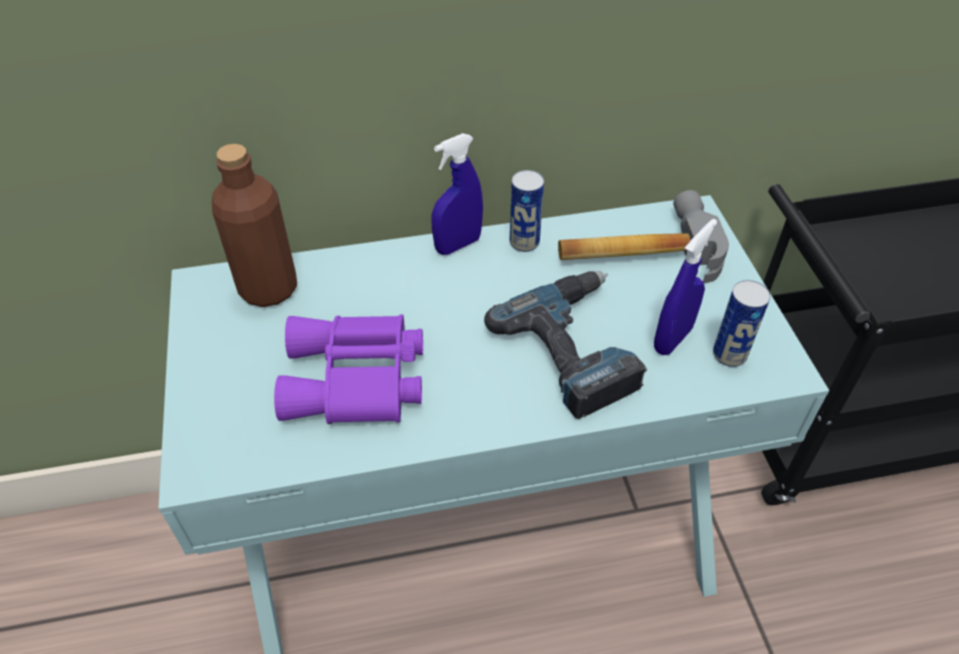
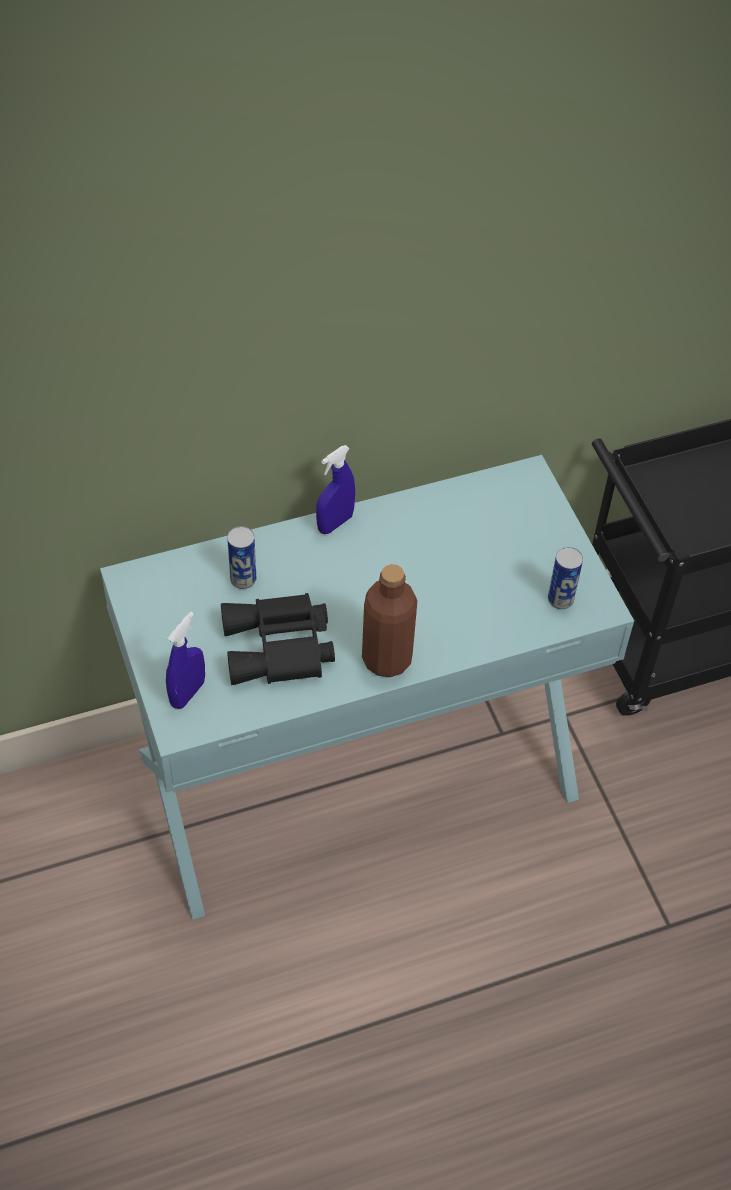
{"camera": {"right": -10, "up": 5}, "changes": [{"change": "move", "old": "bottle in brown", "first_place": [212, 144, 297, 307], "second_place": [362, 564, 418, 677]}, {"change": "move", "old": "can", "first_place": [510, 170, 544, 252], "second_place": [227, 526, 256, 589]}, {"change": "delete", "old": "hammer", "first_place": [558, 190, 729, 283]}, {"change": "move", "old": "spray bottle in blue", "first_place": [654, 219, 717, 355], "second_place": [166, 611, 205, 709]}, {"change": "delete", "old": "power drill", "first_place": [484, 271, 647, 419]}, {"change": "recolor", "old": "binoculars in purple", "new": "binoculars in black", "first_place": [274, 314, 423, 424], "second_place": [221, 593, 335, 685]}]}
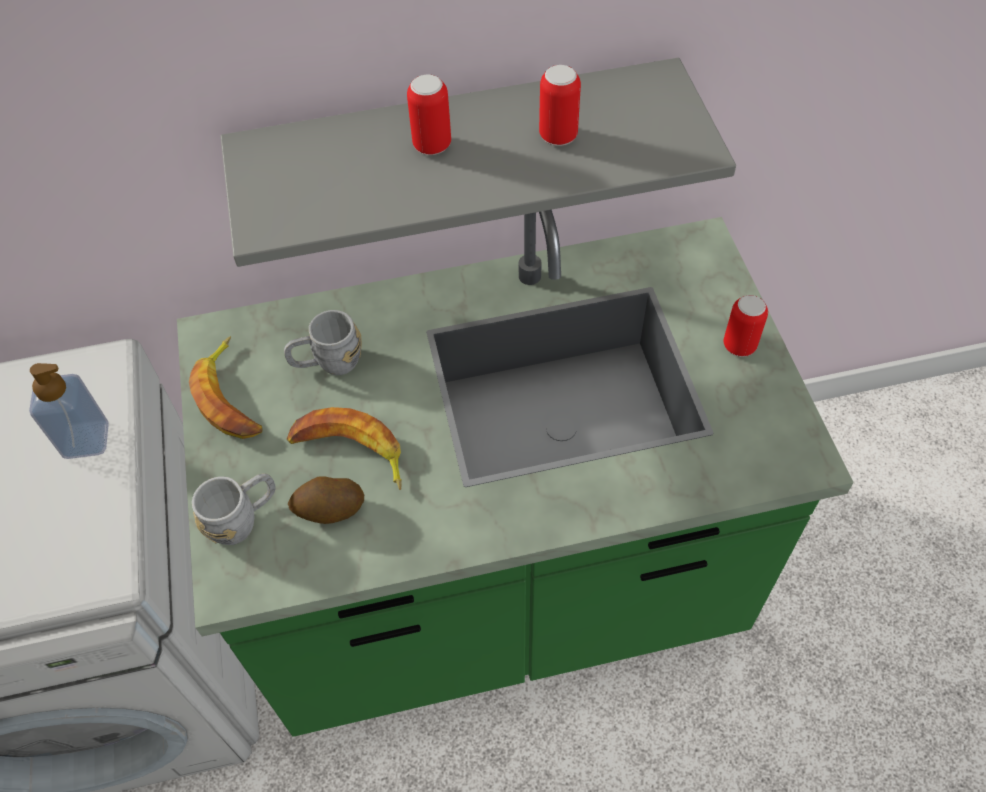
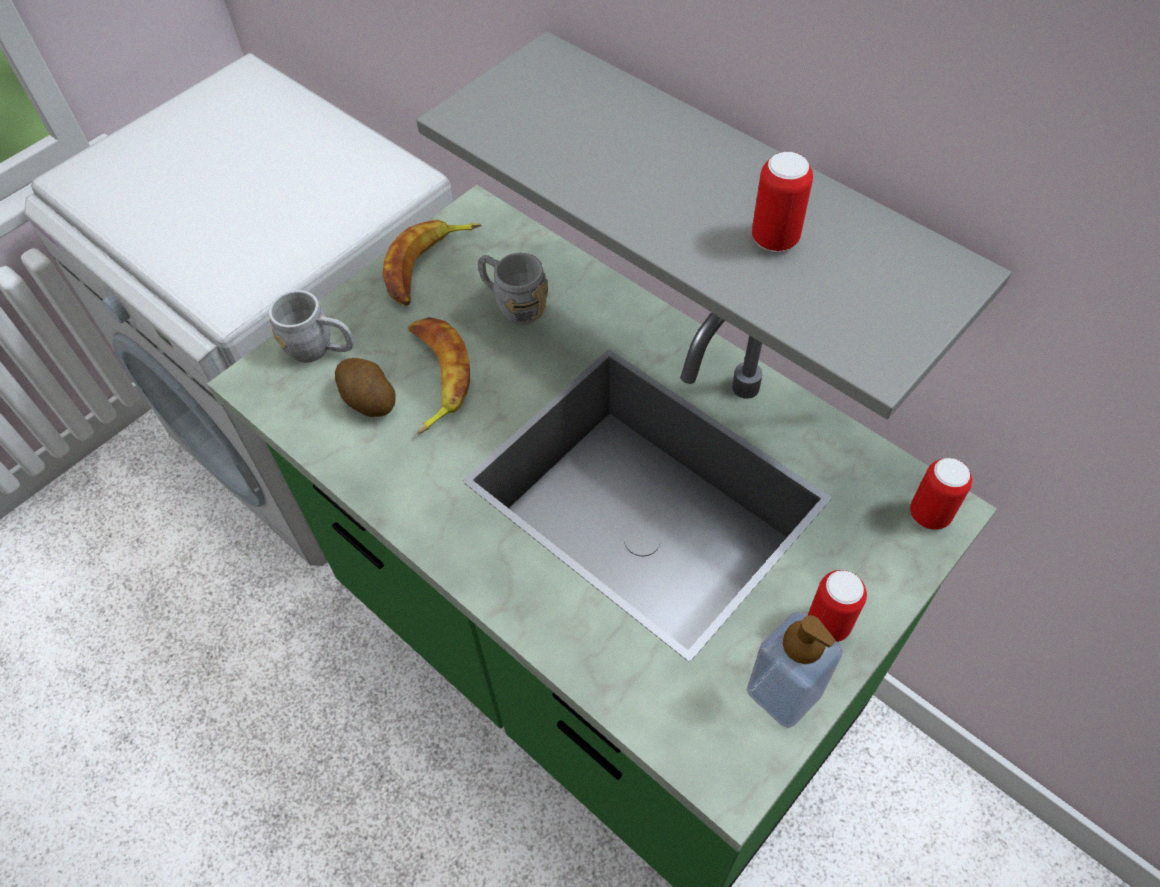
{"camera": {"right": 55, "up": 0}, "changes": [{"change": "move", "old": "can", "first_place": [407, 75, 451, 155], "second_place": [910, 458, 972, 530]}, {"change": "move", "old": "soap dispenser", "first_place": [29, 363, 109, 459], "second_place": [747, 612, 843, 728]}]}
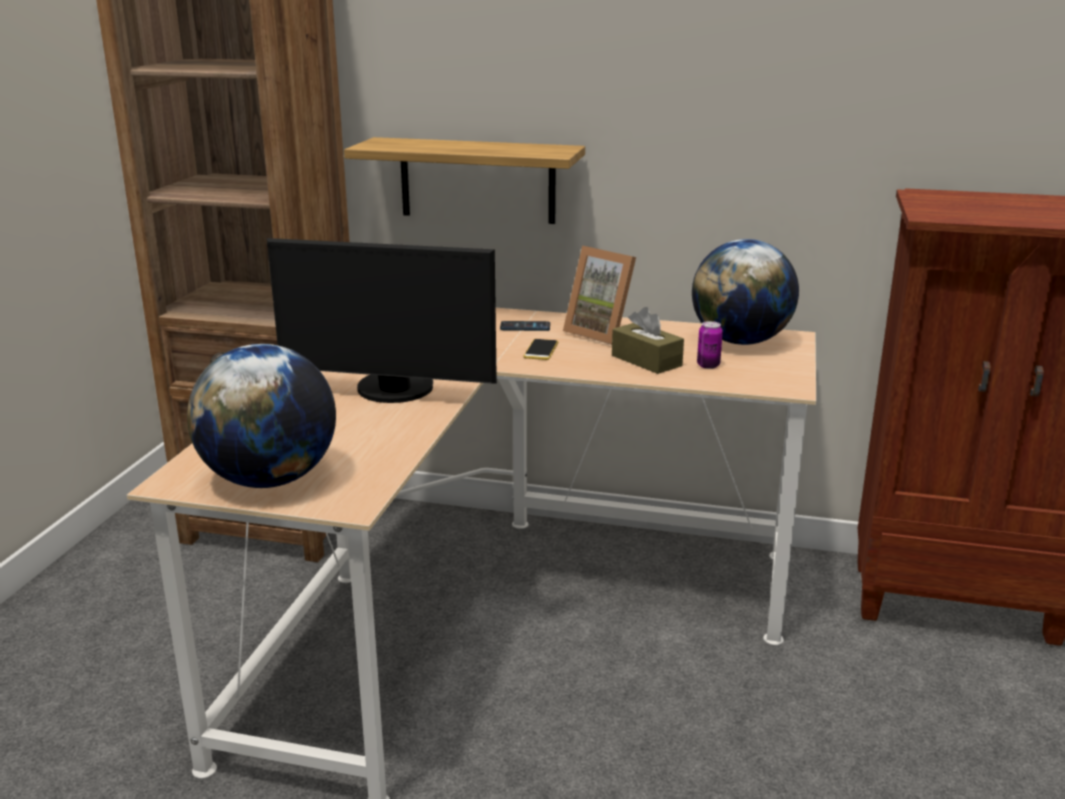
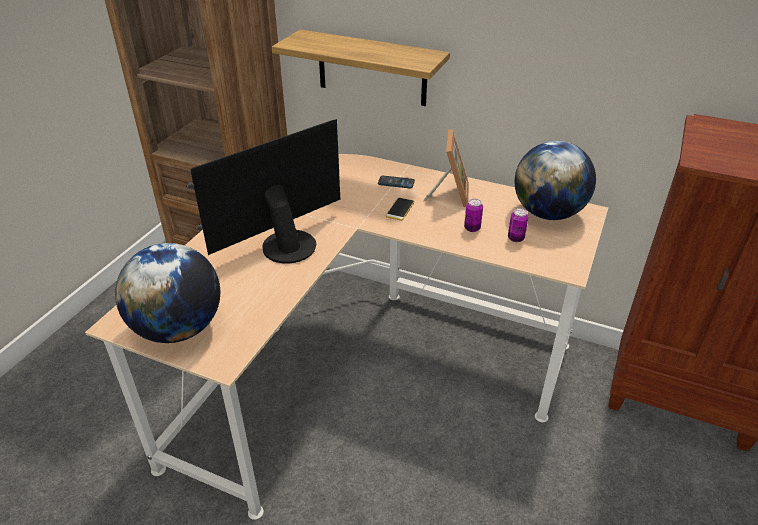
{"camera": {"right": 10, "up": 15}, "changes": [{"change": "rotate", "old": "monitor", "first_place": [267, 238, 497, 403], "second_place": [190, 119, 340, 263], "degrees": 120}, {"change": "rotate", "old": "picture frame", "first_place": [563, 246, 636, 345], "second_place": [423, 129, 469, 207], "degrees": -135}, {"change": "replace", "old": "tissue box in brown", "new": "can", "first_place": [612, 307, 684, 374], "second_place": [464, 199, 483, 232]}]}
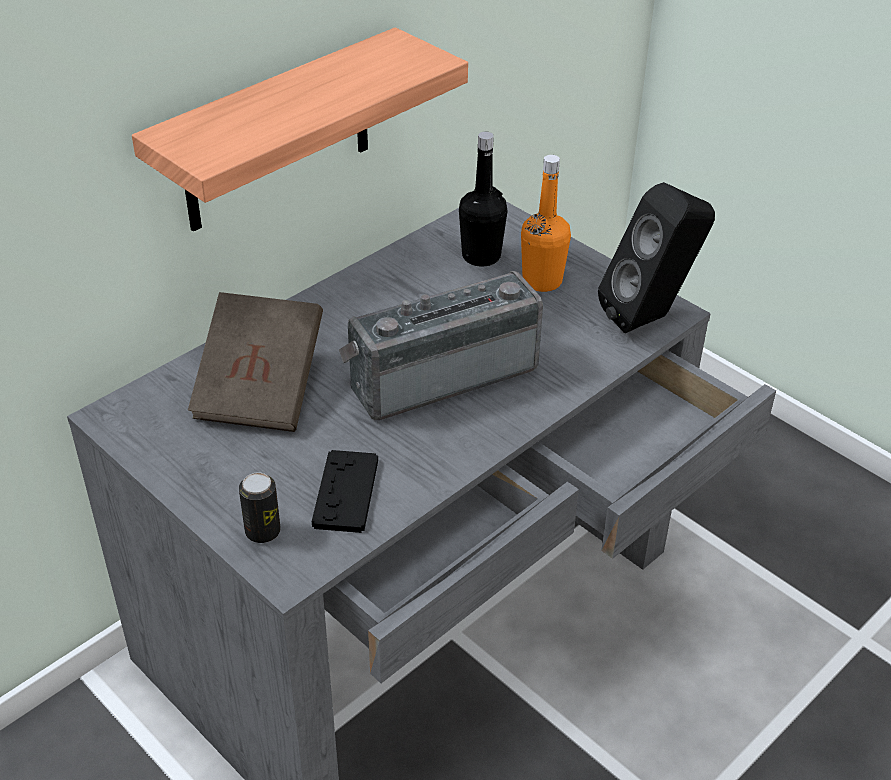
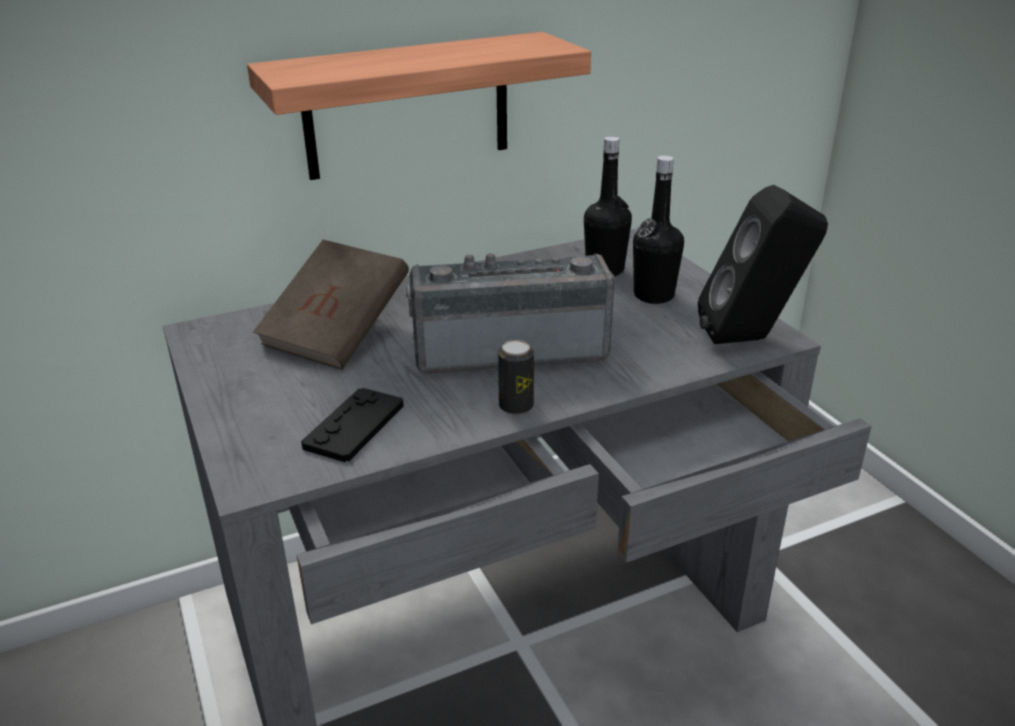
{"camera": {"right": 20, "up": -10}, "changes": [{"change": "recolor", "old": "bottle in orange", "new": "bottle in black", "first_place": [521, 155, 571, 292], "second_place": [633, 156, 684, 304]}, {"change": "move", "old": "can", "first_place": [239, 472, 281, 543], "second_place": [498, 340, 534, 415]}]}
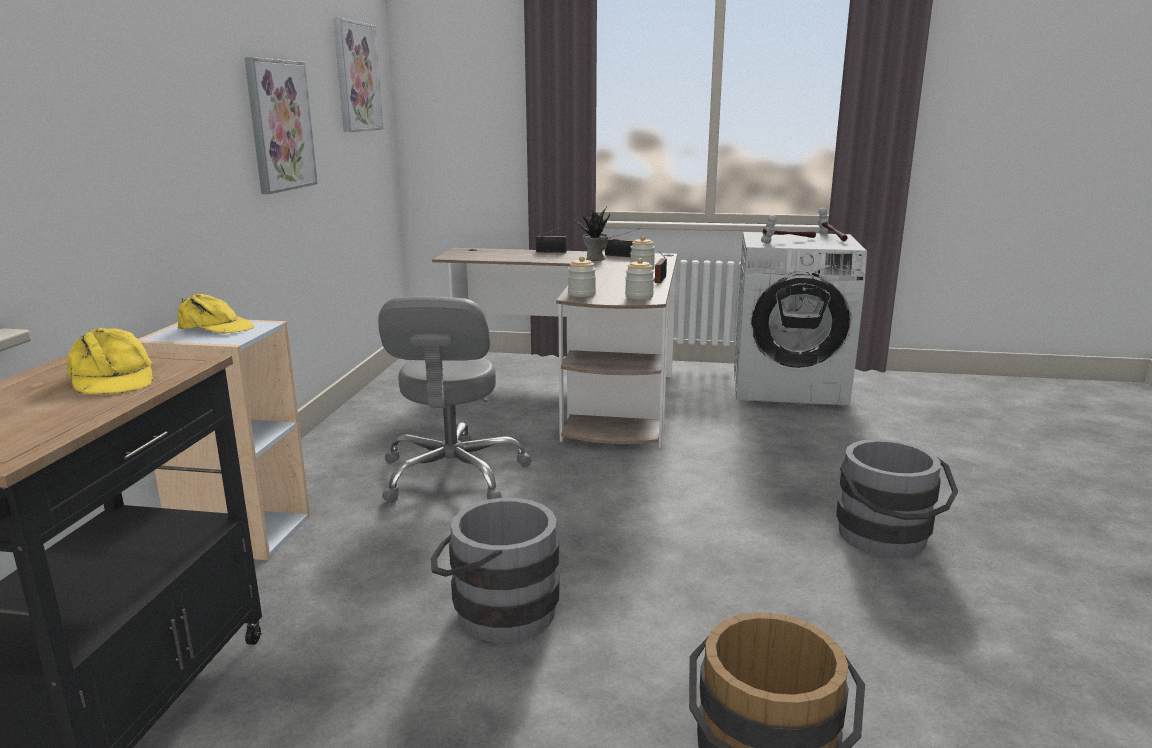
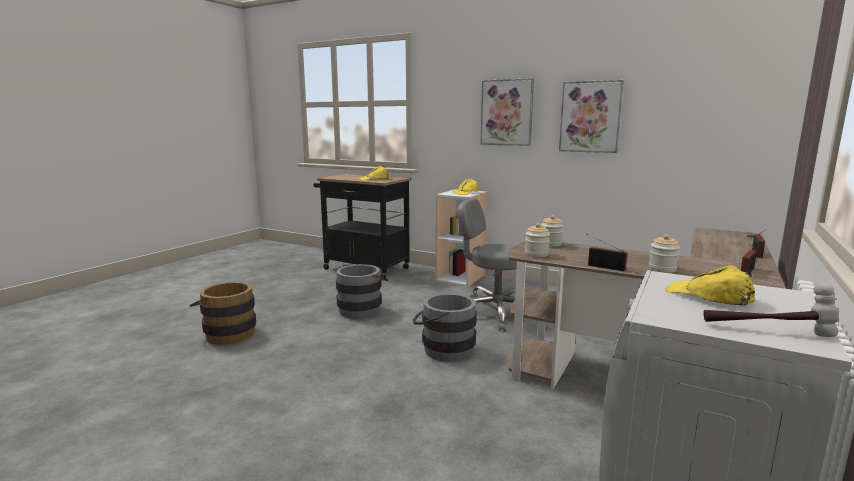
{"camera": {"right": 110, "up": -5}, "changes": [{"change": "move", "old": "picture", "first_place": [333, 18, 383, 132], "second_place": [480, 78, 534, 146]}, {"change": "delete", "old": "potted plant", "first_place": [576, 205, 610, 261]}, {"change": "replace", "old": "hammer", "new": "cap in yellow", "first_place": [761, 215, 816, 243], "second_place": [665, 265, 755, 306]}, {"change": "move", "old": "bucket in grey", "first_place": [836, 439, 958, 558], "second_place": [413, 293, 477, 362]}]}
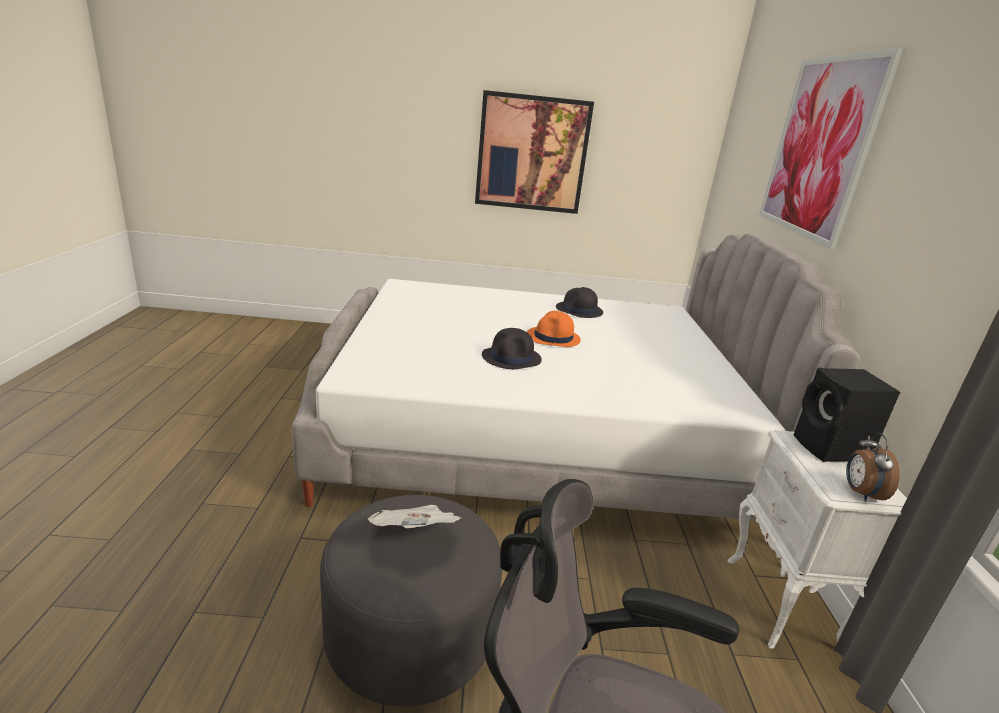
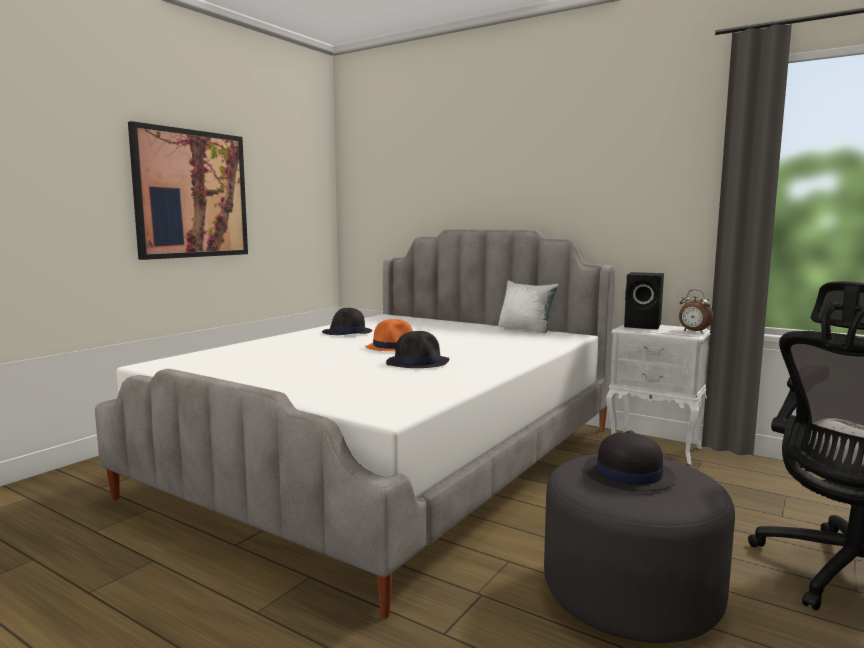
{"camera": {"right": -55, "up": -15}, "changes": [{"change": "delete", "old": "picture", "first_place": [759, 48, 904, 249]}, {"change": "replace", "old": "newspaper", "new": "hat in black", "first_place": [368, 505, 461, 528], "second_place": [584, 430, 676, 491]}, {"change": "insert", "new": "pillow in white", "second_place": [498, 281, 559, 334]}]}
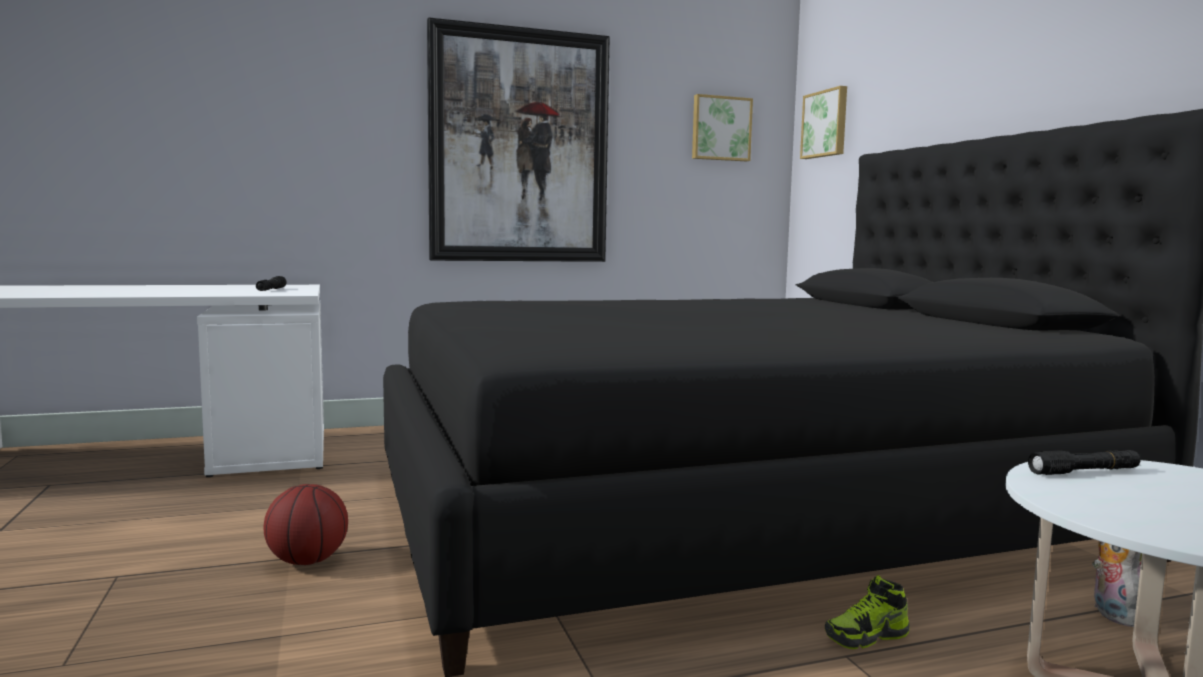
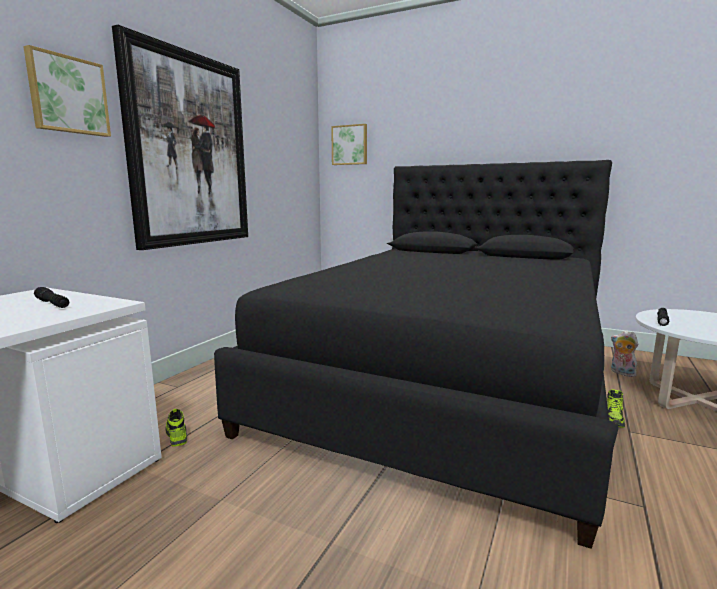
{"camera": {"right": -45, "up": 5}, "changes": [{"change": "move", "old": "picture", "first_place": [692, 94, 753, 161], "second_place": [23, 45, 111, 137]}, {"change": "delete", "old": "basketball", "first_place": [264, 484, 348, 565]}, {"change": "insert", "new": "shoe", "second_place": [165, 409, 187, 447]}]}
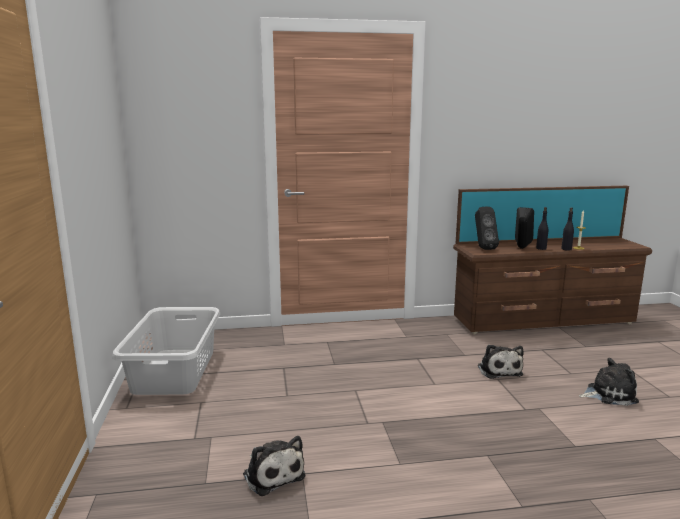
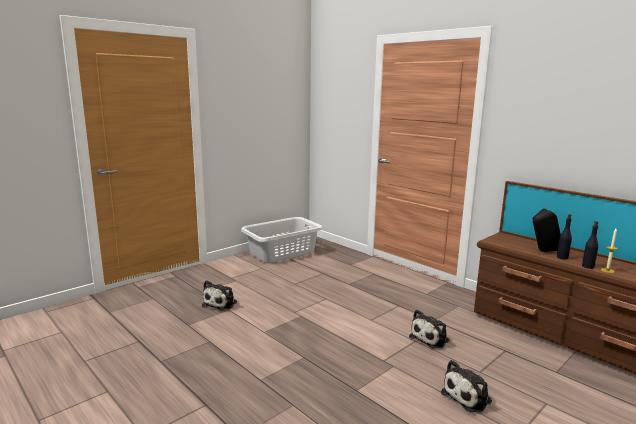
{"camera": {"right": 55, "up": 0}, "changes": [{"change": "delete", "old": "speaker in black", "first_place": [475, 207, 499, 250]}, {"change": "rotate", "old": "plush toy", "first_place": [579, 358, 639, 406], "second_place": [441, 360, 492, 413], "degrees": 90}]}
